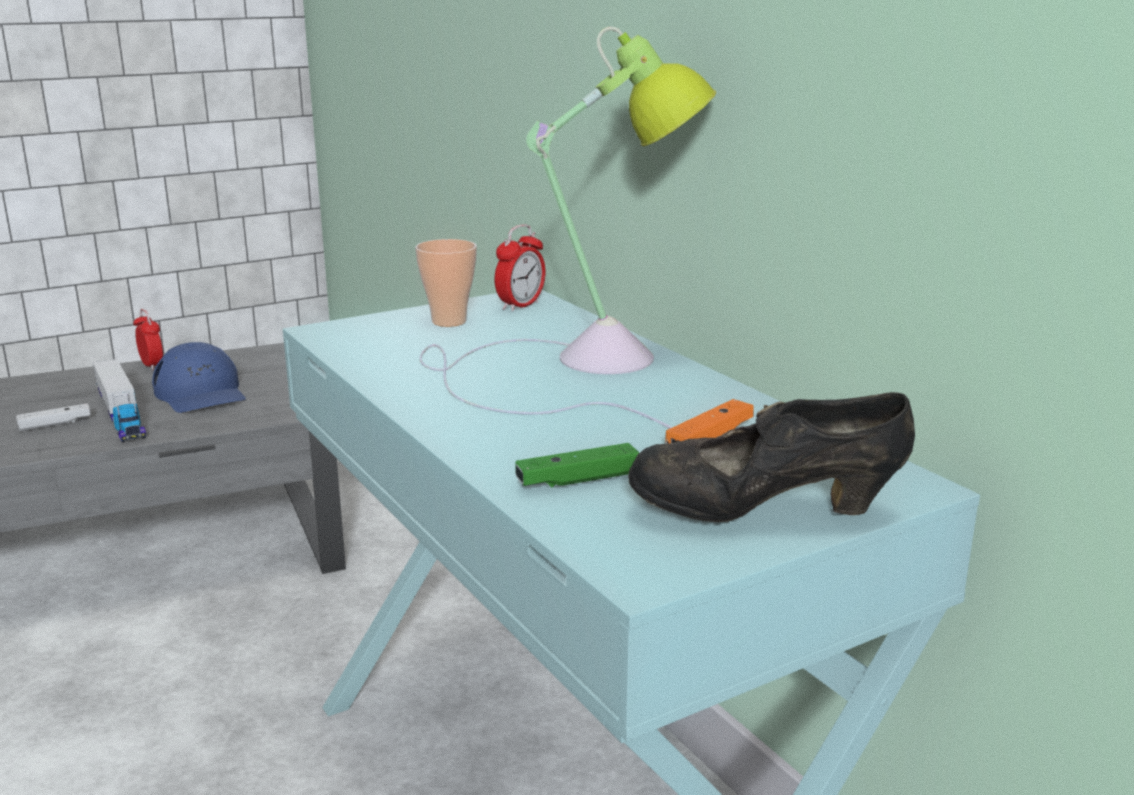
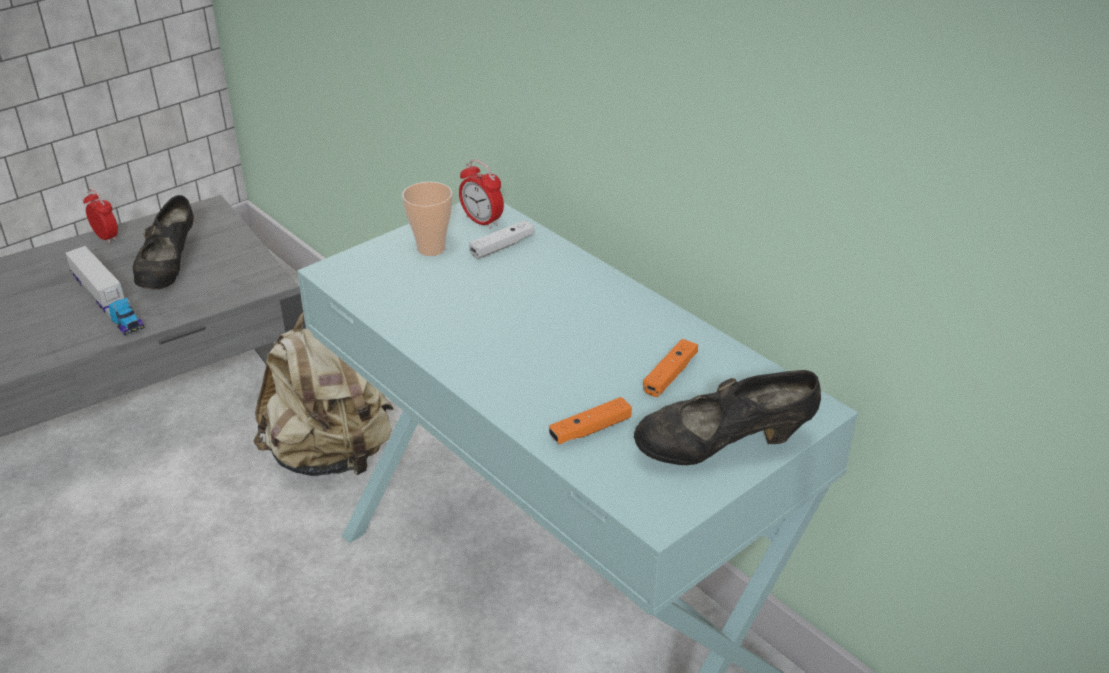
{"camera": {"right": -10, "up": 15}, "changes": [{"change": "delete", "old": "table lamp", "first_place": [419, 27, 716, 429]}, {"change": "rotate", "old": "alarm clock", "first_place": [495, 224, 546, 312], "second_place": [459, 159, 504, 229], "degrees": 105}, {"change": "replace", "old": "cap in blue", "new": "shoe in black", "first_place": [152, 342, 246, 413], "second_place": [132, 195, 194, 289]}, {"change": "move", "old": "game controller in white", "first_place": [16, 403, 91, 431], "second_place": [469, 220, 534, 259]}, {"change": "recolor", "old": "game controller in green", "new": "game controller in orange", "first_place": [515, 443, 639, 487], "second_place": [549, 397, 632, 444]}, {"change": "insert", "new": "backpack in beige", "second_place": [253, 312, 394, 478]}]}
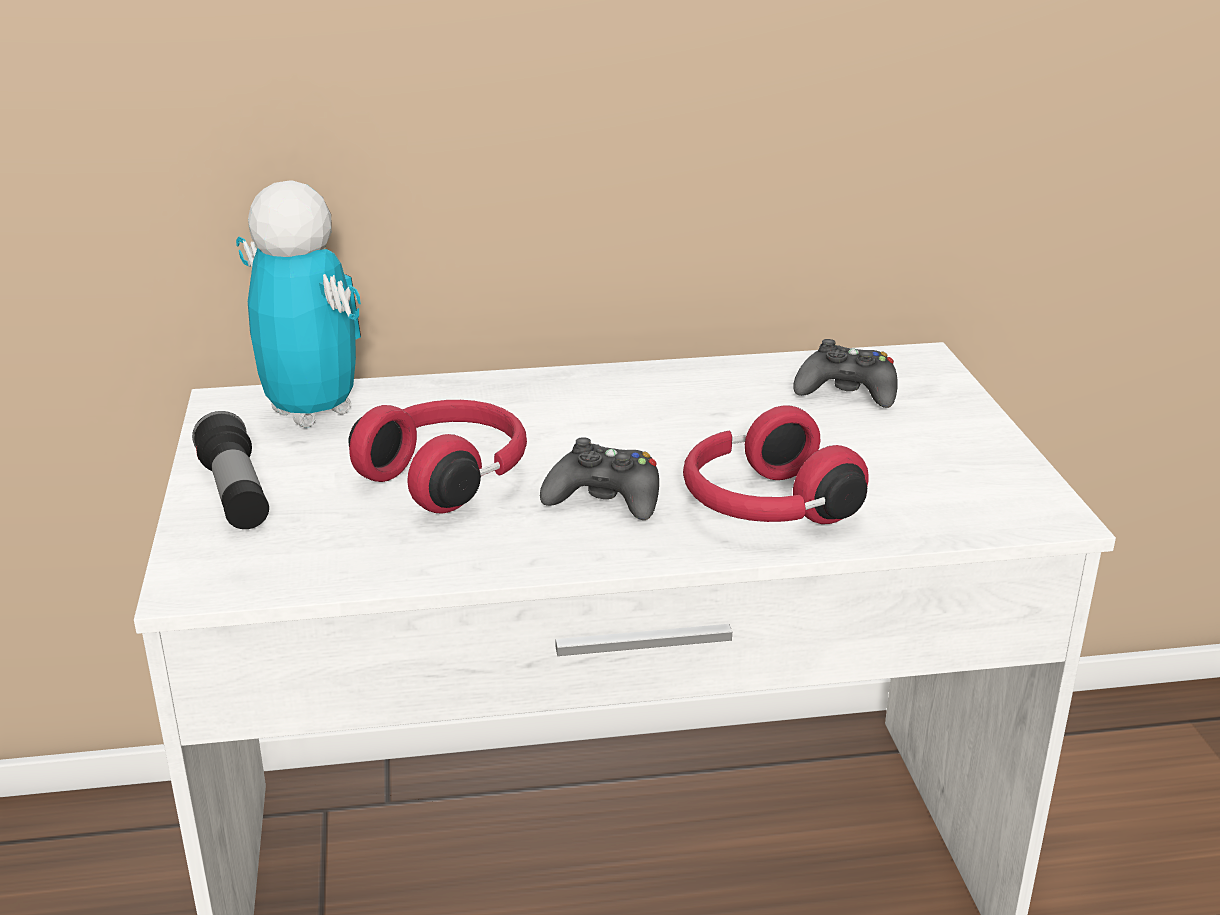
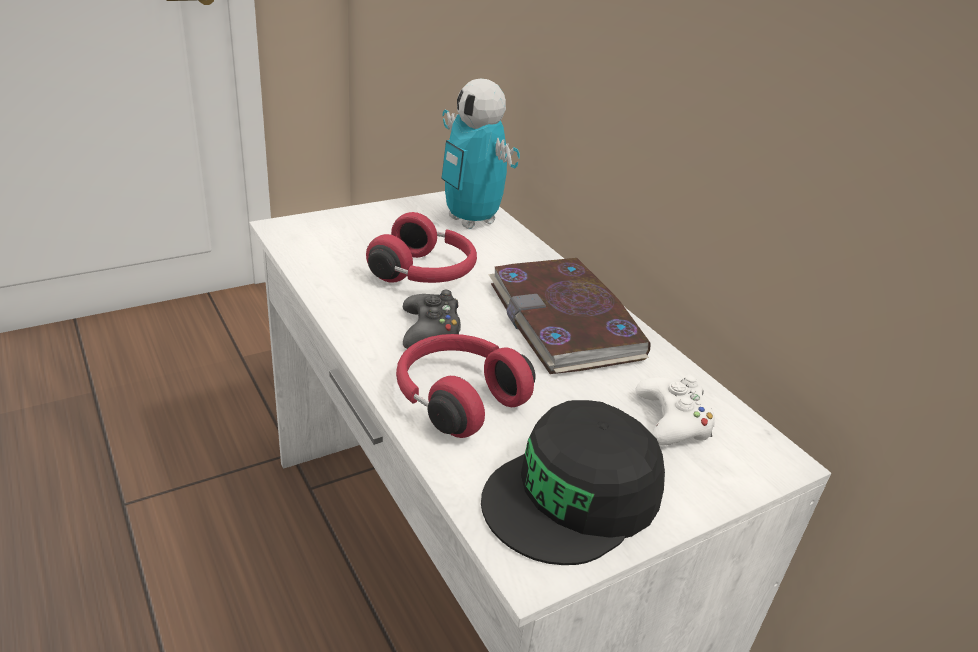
{"camera": {"right": 65, "up": 5}, "changes": [{"change": "rotate", "old": "toy robot", "first_place": [236, 180, 361, 428], "second_place": [441, 79, 520, 229], "degrees": 120}, {"change": "recolor", "old": "game controller in black", "new": "game controller in white", "first_place": [793, 339, 898, 408], "second_place": [635, 374, 715, 446]}, {"change": "delete", "old": "flashlight", "first_place": [192, 411, 269, 529]}, {"change": "insert", "new": "book", "second_place": [488, 258, 651, 374]}, {"change": "insert", "new": "cap in black", "second_place": [481, 400, 665, 565]}]}
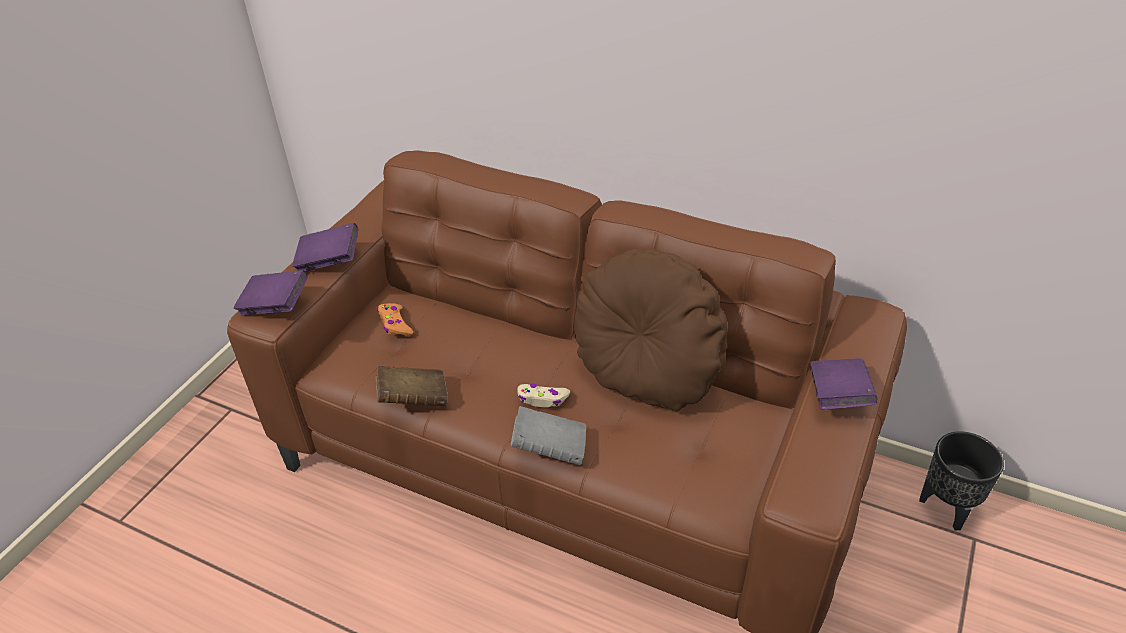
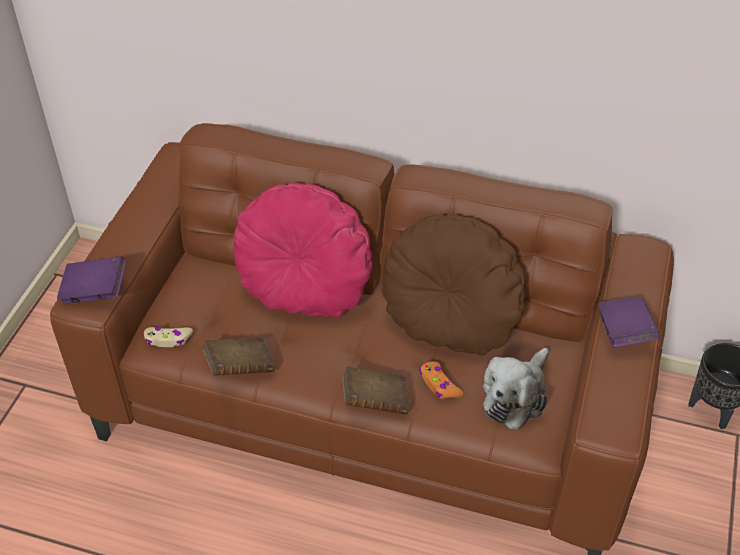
{"camera": {"right": -10, "up": 5}, "changes": [{"change": "delete", "old": "book in purple", "first_place": [292, 223, 358, 272]}, {"change": "move", "old": "game controller in orange", "first_place": [377, 303, 413, 336], "second_place": [419, 361, 463, 399]}, {"change": "move", "old": "game controller in beige", "first_place": [517, 383, 570, 408], "second_place": [144, 326, 193, 347]}, {"change": "recolor", "old": "book in grey", "new": "book in brown", "first_place": [511, 406, 586, 466], "second_place": [342, 367, 410, 415]}, {"change": "insert", "new": "pillow in pink", "second_place": [234, 183, 372, 318]}, {"change": "insert", "new": "plush toy", "second_place": [483, 348, 549, 430]}]}
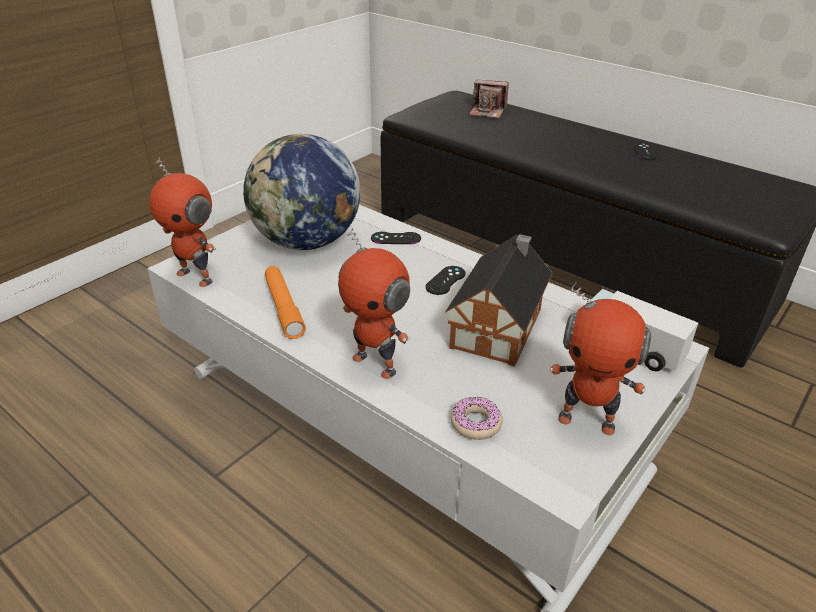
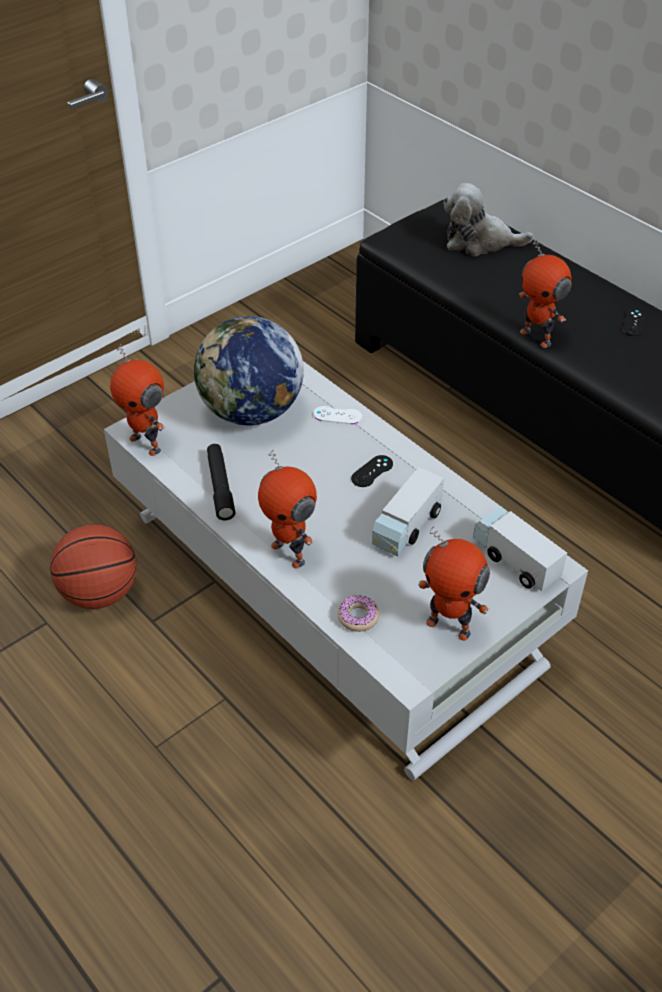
{"camera": {"right": 10, "up": 10}, "changes": [{"change": "replace", "old": "photo camera", "new": "plush toy", "first_place": [469, 80, 509, 118], "second_place": [444, 183, 534, 256]}, {"change": "recolor", "old": "game controller in black", "new": "game controller in white", "first_place": [371, 232, 421, 244], "second_place": [313, 406, 362, 424]}, {"change": "replace", "old": "toy house", "new": "toy truck", "first_place": [445, 234, 552, 367], "second_place": [372, 467, 444, 556]}, {"change": "recolor", "old": "flashlight in orange", "new": "flashlight in black", "first_place": [265, 266, 306, 339], "second_place": [207, 444, 236, 520]}, {"change": "insert", "new": "toy robot", "second_place": [519, 240, 572, 348]}, {"change": "insert", "new": "basketball", "second_place": [50, 524, 137, 609]}]}
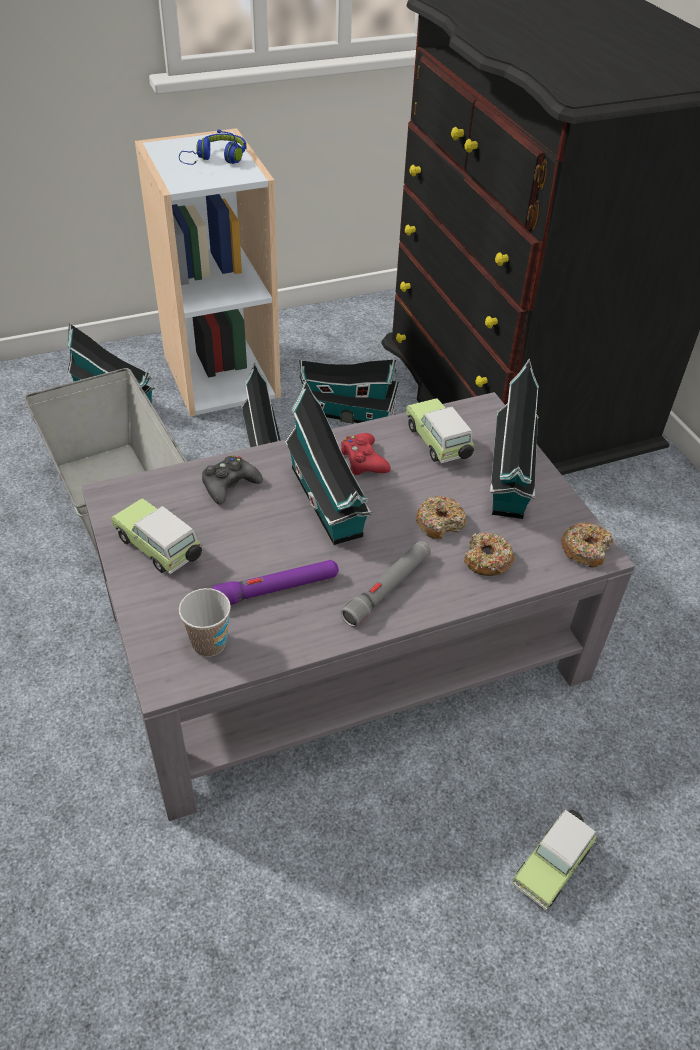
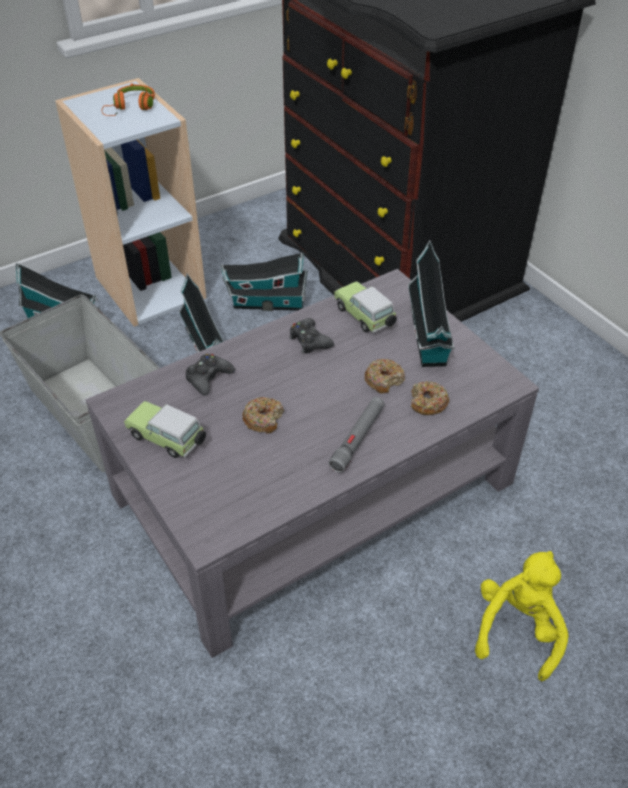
{"camera": {"right": -10, "up": 0}, "changes": [{"change": "recolor", "old": "headphones in blue", "new": "headphones in orange", "first_place": [179, 129, 247, 165], "second_place": [101, 83, 155, 116]}, {"change": "delete", "old": "toy house", "first_place": [285, 380, 372, 545]}, {"change": "recolor", "old": "game controller in red", "new": "game controller in black", "first_place": [341, 433, 391, 475], "second_place": [289, 318, 334, 353]}, {"change": "move", "old": "donut", "first_place": [561, 522, 614, 568], "second_place": [242, 397, 284, 433]}, {"change": "delete", "old": "flashlight in purple", "first_place": [212, 560, 339, 606]}, {"change": "delete", "old": "cup", "first_place": [179, 588, 231, 657]}, {"change": "replace", "old": "toy car", "new": "plush toy in yellow", "first_place": [512, 809, 597, 911], "second_place": [475, 551, 569, 681]}]}
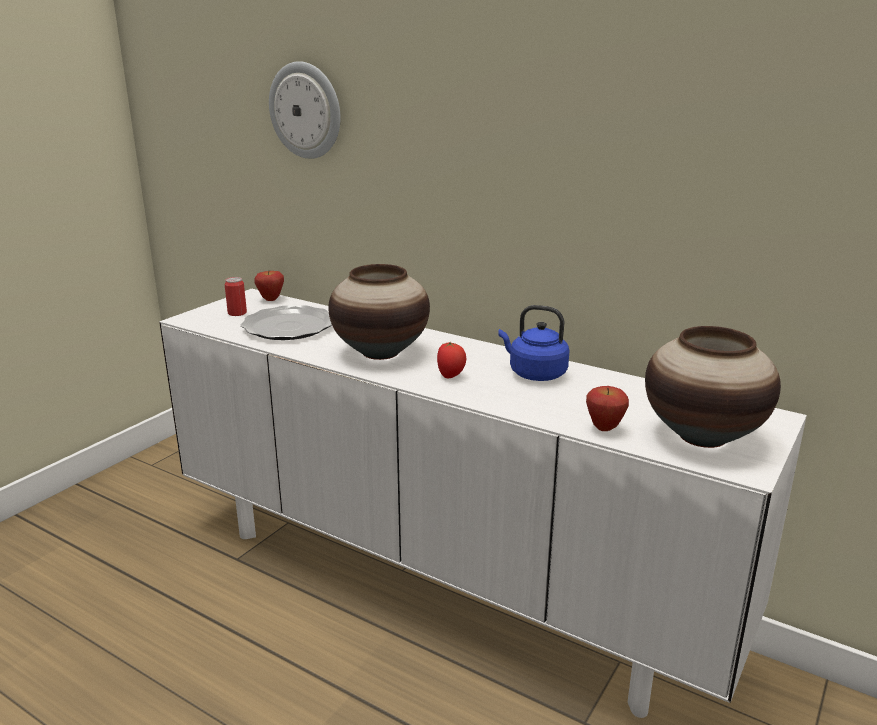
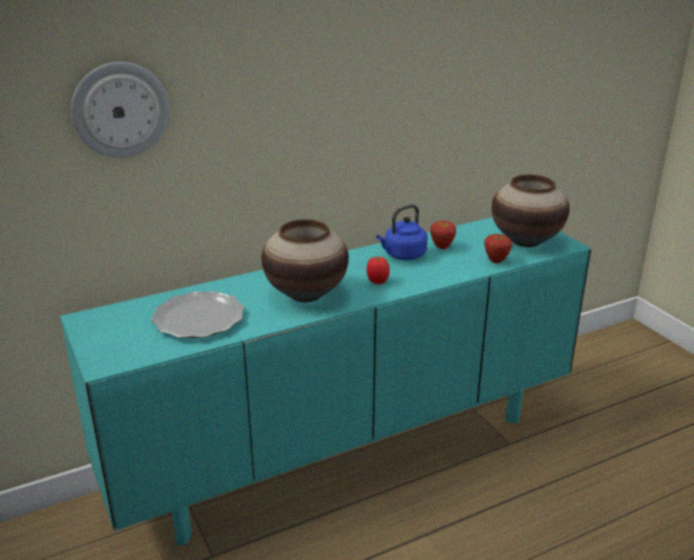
{"camera": {"right": -60, "up": 5}, "changes": [{"change": "move", "old": "apple", "first_place": [255, 271, 284, 301], "second_place": [430, 220, 456, 249]}, {"change": "delete", "old": "can", "first_place": [225, 277, 247, 316]}, {"change": "recolor", "old": "cabinet in white", "new": "cabinet in turquoise", "first_place": [159, 289, 807, 718], "second_place": [60, 217, 591, 546]}]}
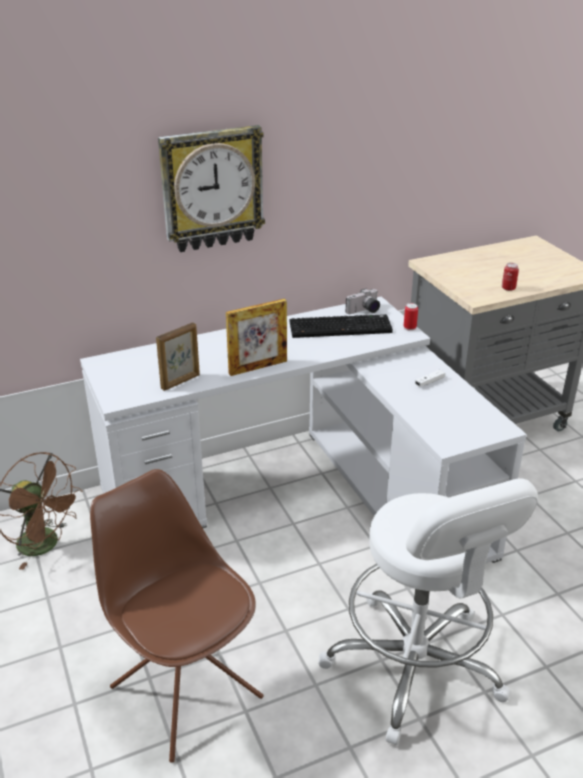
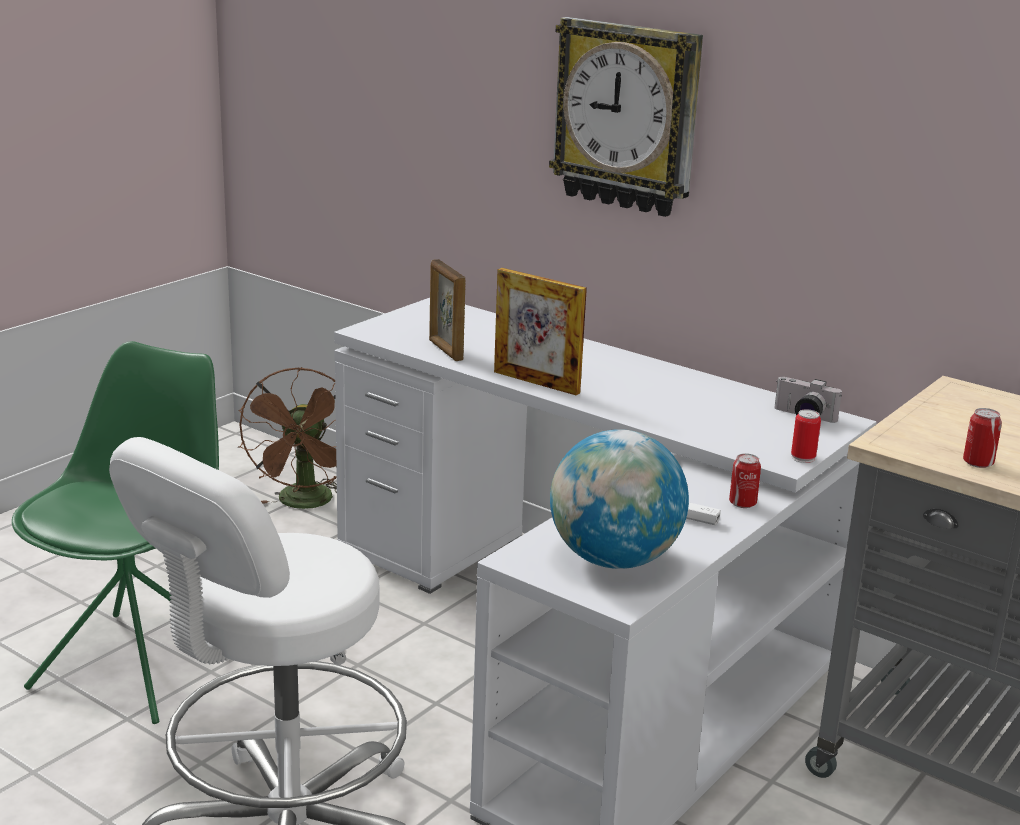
{"camera": {"right": 60, "up": -10}, "changes": [{"change": "delete", "old": "keyboard", "first_place": [290, 314, 393, 338]}, {"change": "rotate", "old": "picture frame", "first_place": [156, 322, 200, 391], "second_place": [429, 259, 466, 361], "degrees": 45}, {"change": "recolor", "old": "chair in brown", "new": "chair in green", "first_place": [90, 469, 263, 763], "second_place": [12, 341, 219, 724]}, {"change": "insert", "new": "globe", "second_place": [550, 429, 689, 569]}, {"change": "insert", "new": "can", "second_place": [729, 453, 761, 508]}]}
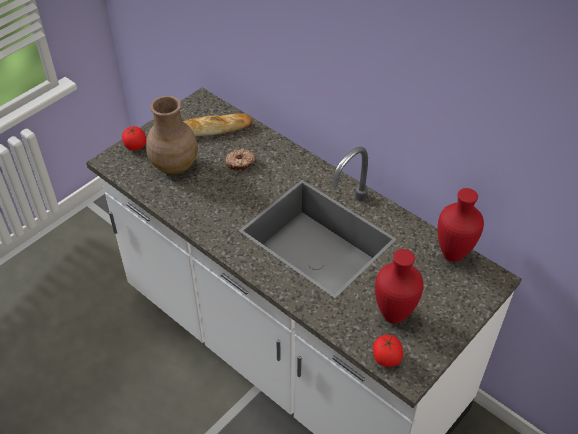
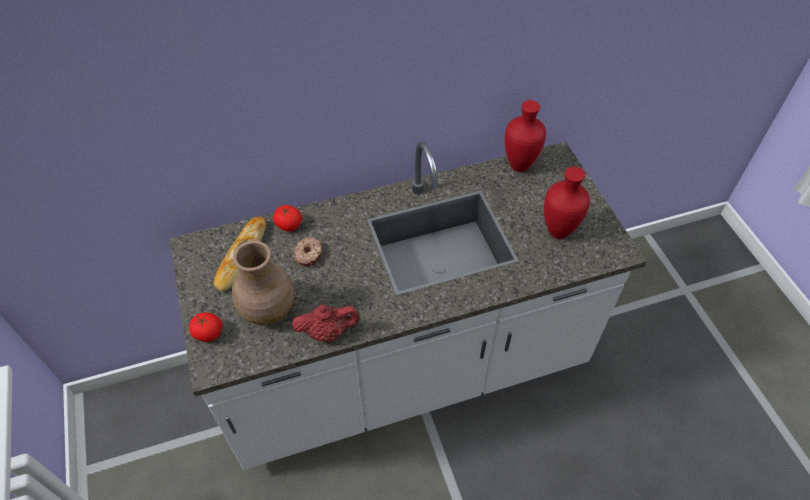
{"camera": {"right": -60, "up": 5}, "changes": [{"change": "move", "old": "tomato", "first_place": [373, 335, 403, 367], "second_place": [273, 205, 302, 232]}, {"change": "insert", "new": "teapot in red", "second_place": [292, 305, 361, 342]}]}
